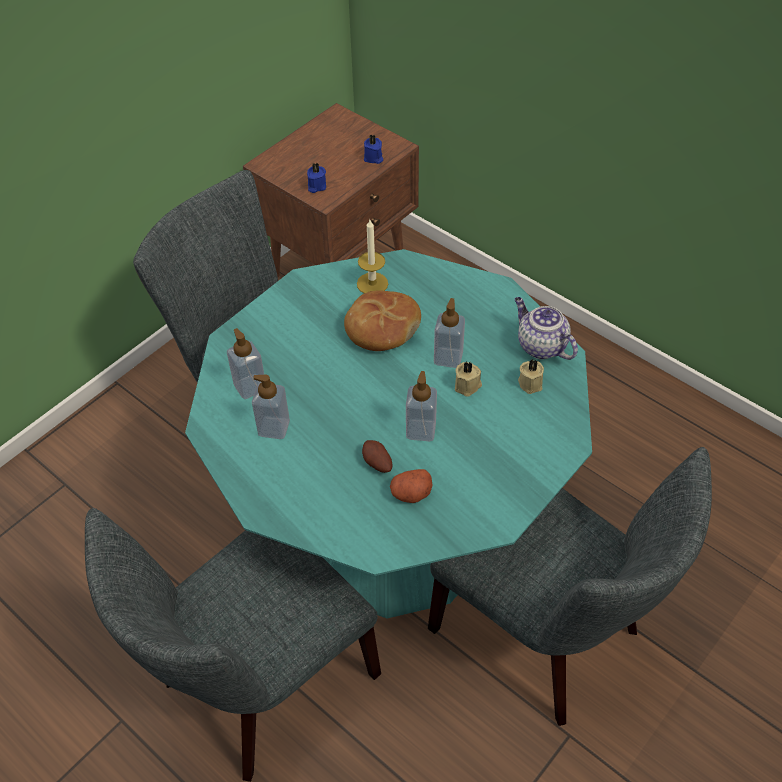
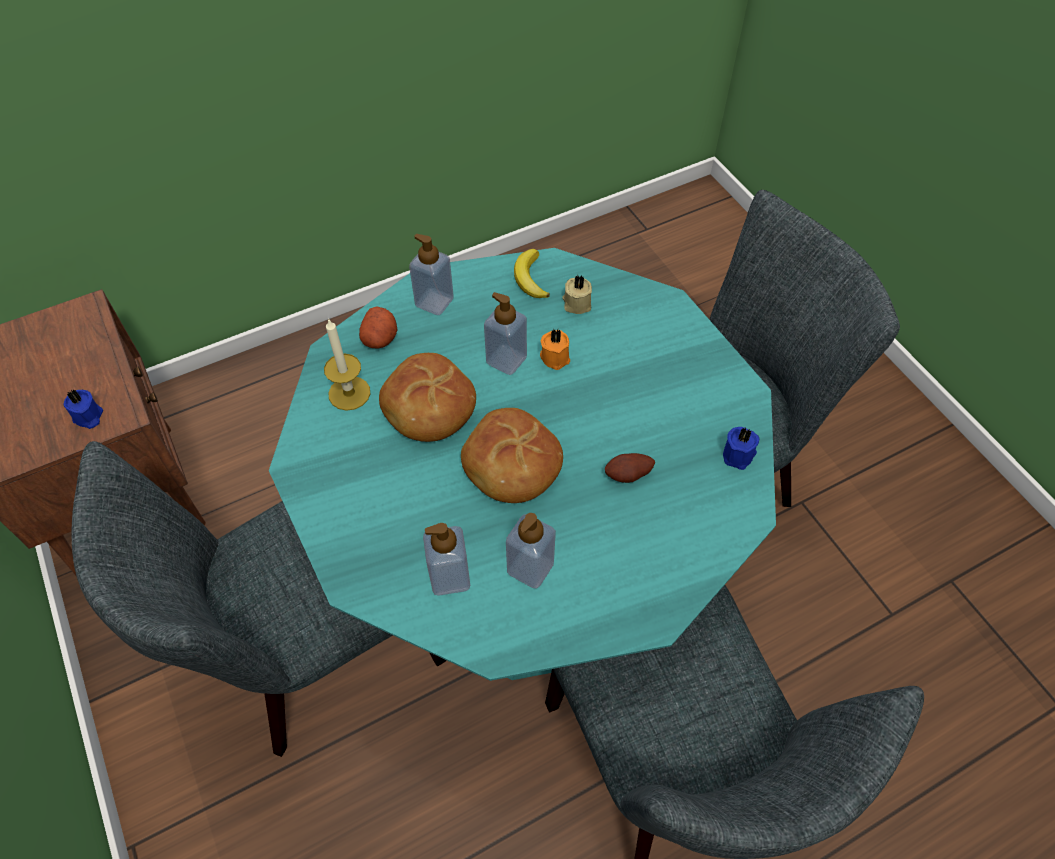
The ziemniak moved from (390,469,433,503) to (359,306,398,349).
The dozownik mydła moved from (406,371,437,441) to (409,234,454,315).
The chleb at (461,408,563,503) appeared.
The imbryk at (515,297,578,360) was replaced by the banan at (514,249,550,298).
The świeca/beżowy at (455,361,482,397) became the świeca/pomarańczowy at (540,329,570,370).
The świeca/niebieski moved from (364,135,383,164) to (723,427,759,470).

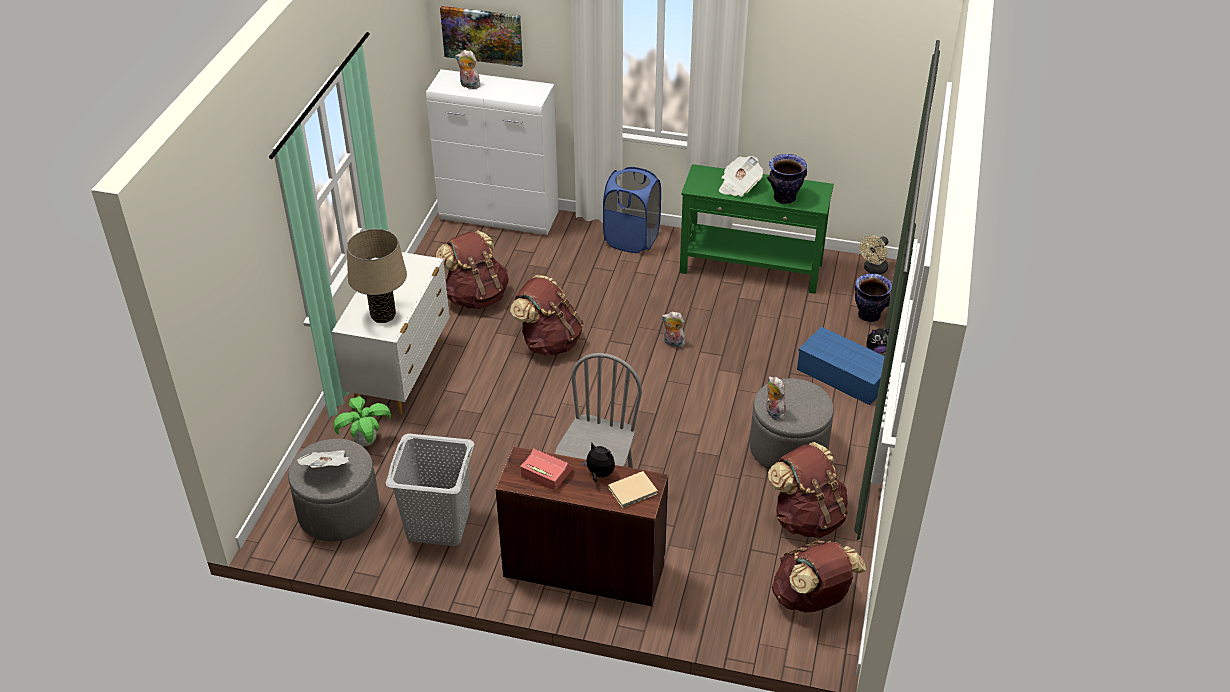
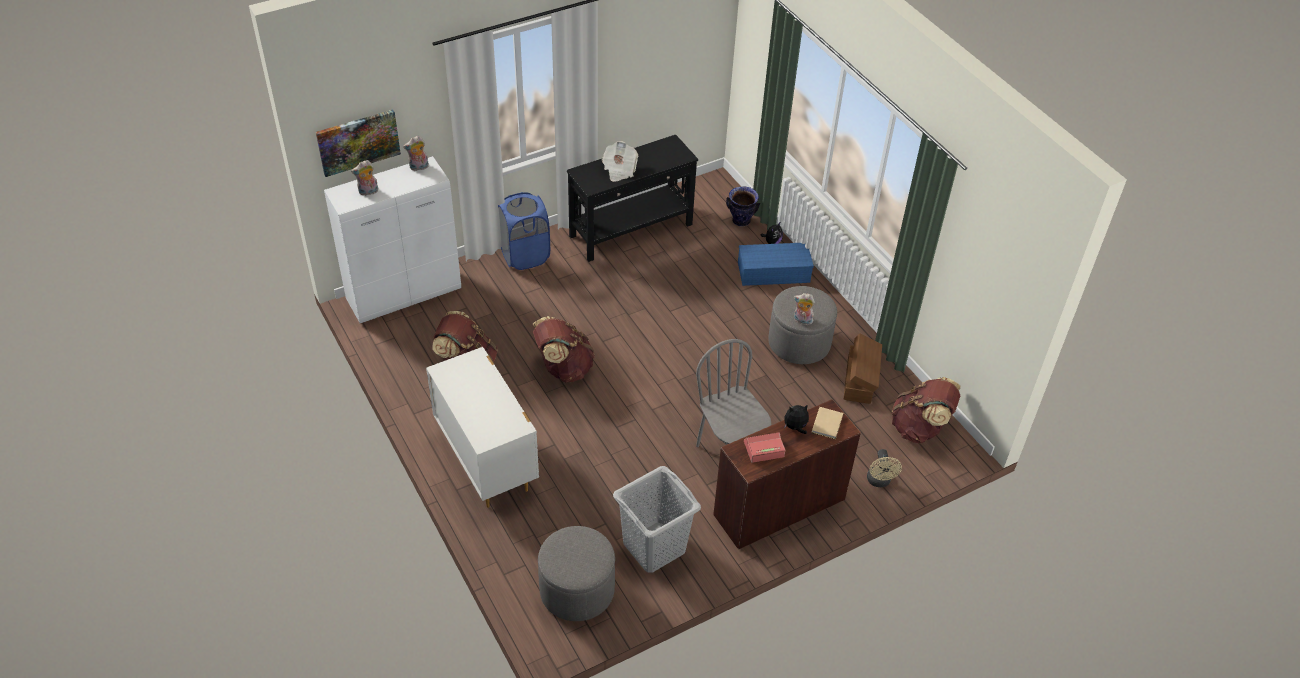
The pluszak moved from (661,312,685,348) to (403,136,429,171).
The stolik konsolowy/zielony at (680,164,834,294) became the stolik konsolowy/czarny at (567,135,698,262).
The plecak/brązowy at (768,442,848,538) was replaced by the pojemnik do przechowywania/brązowy at (843,333,882,404).
The wentylator/beżowy moved from (860,235,888,275) to (867,449,902,487).
The gazeta at (298,450,350,468) disappeared.
The roślina doniczkowa at (333,396,391,446) disappeared.
The lampa stołowa/beżowy at (347,229,407,323) disappeared.
The wazon at (767,154,807,204) disappeared.

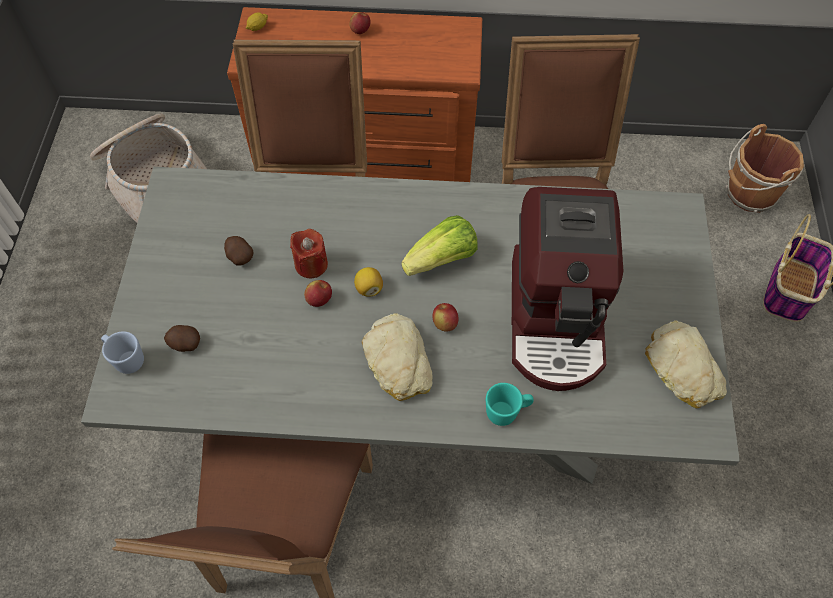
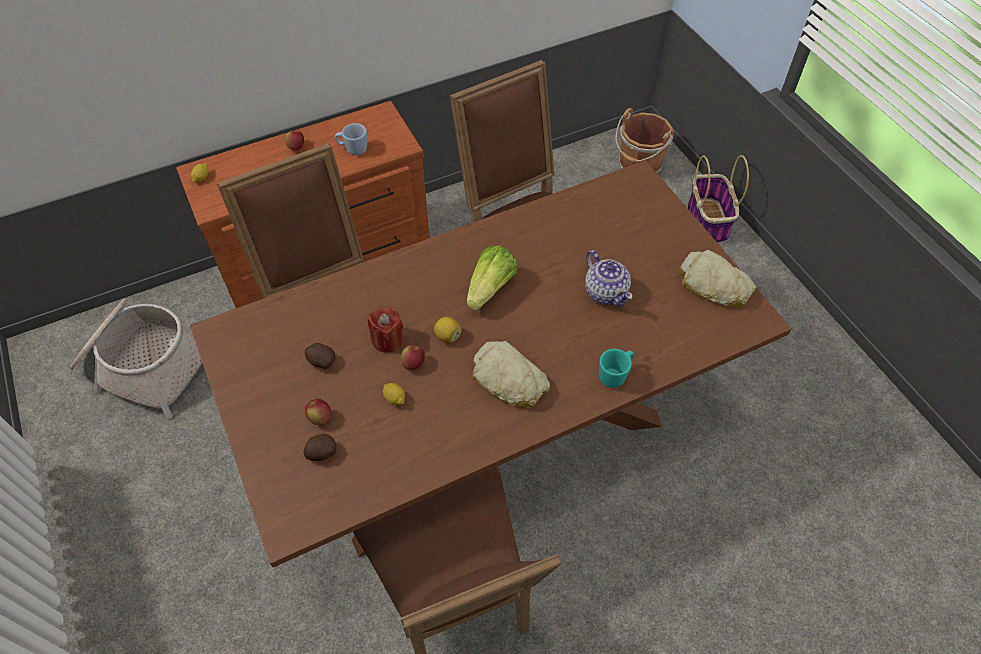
The stół jadalny/szary at (81,167,740,484) became the stół jadalny/brązowy at (190,160,792,568).
The jabłko moved from (433,303,458,332) to (305,399,332,425).
The kubek/niebieski moved from (101,331,144,374) to (335,123,367,155).
The cytryna at (383,383,405,405) appeared.
The ekspres do kawy at (512,187,623,391) was replaced by the imbryk at (585,250,633,307).

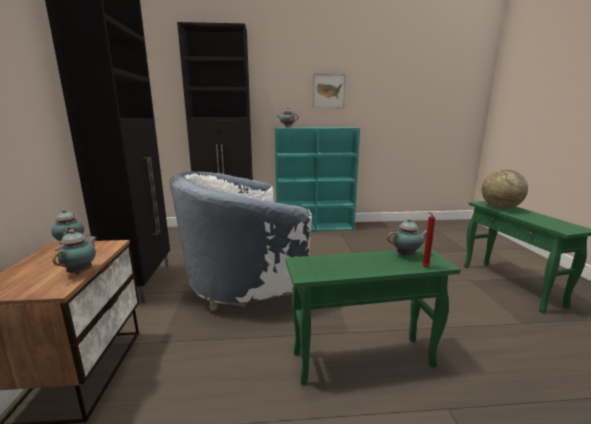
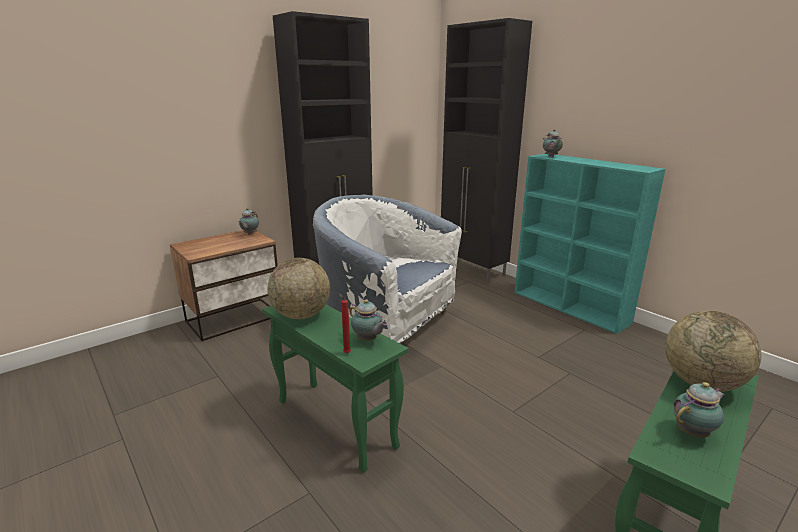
The globus at (267,258,330,319) appeared.
The imbryk moved from (53,230,97,274) to (673,382,725,438).
The obraz at (313,74,346,108) disappeared.

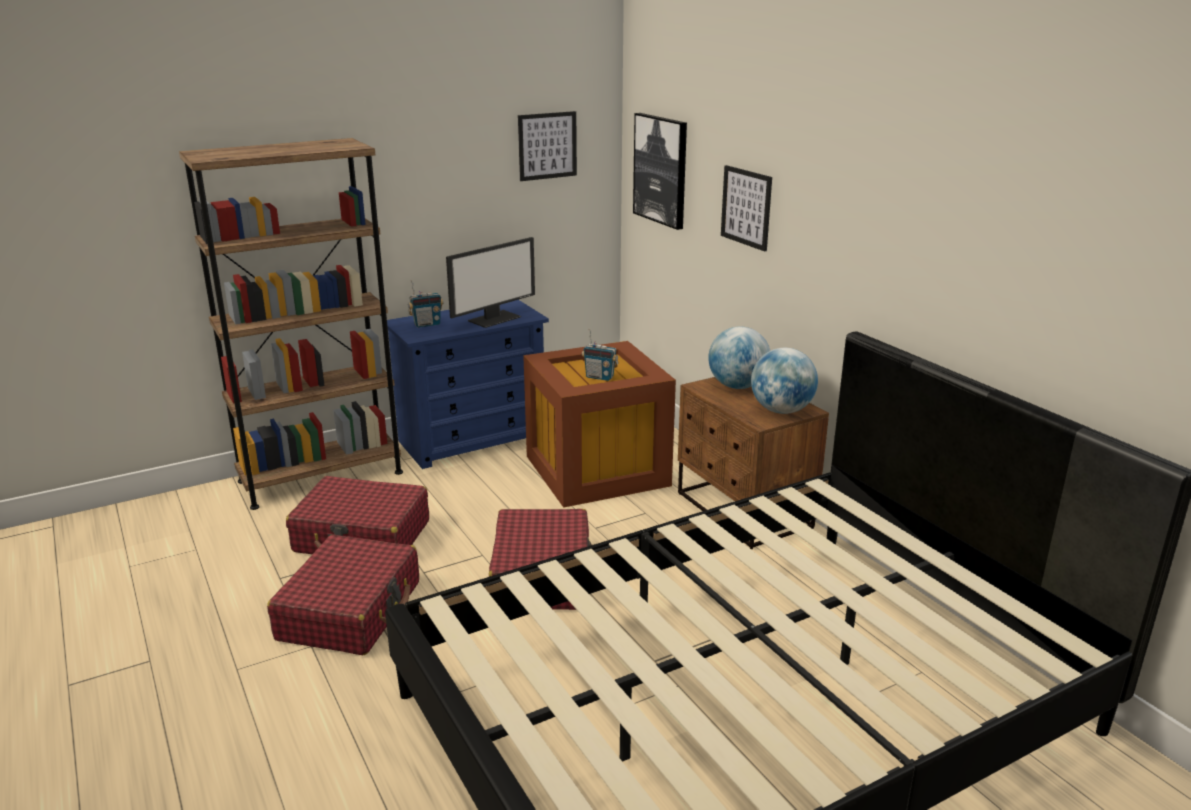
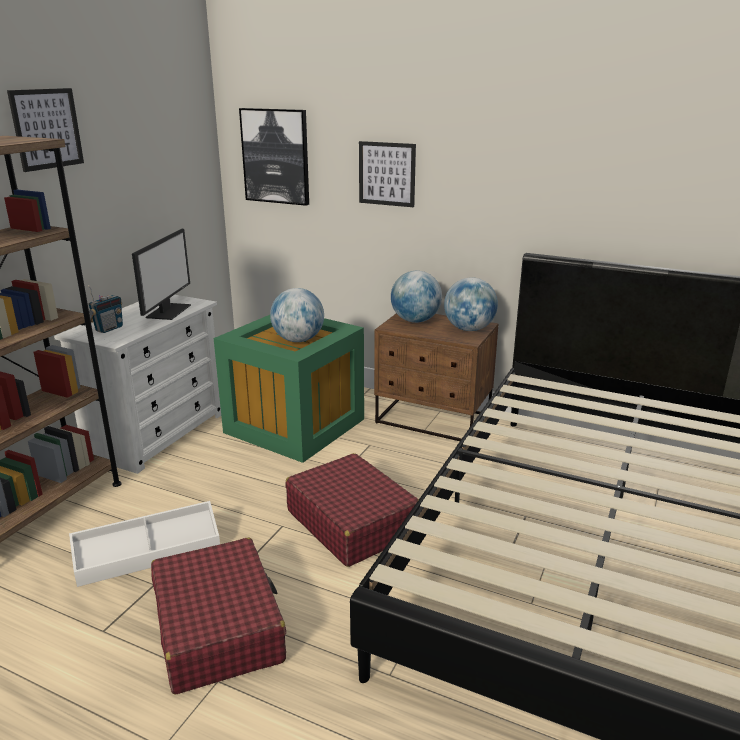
The obraz moved from (518,111,577,181) to (7,88,84,172).
The komoda/niebieski at (387,300,549,469) became the komoda/biały at (54,295,221,474).
The walizka/czerwony at (286,476,429,554) was replaced by the pojemnik do przechowywania/biały at (69,501,220,587).
The pojemnik do przechowywania/brązowy at (523,341,676,508) became the pojemnik do przechowywania/zielony at (214,315,364,463).
The radio at (582,328,619,381) was replaced by the globus at (270,288,324,342).

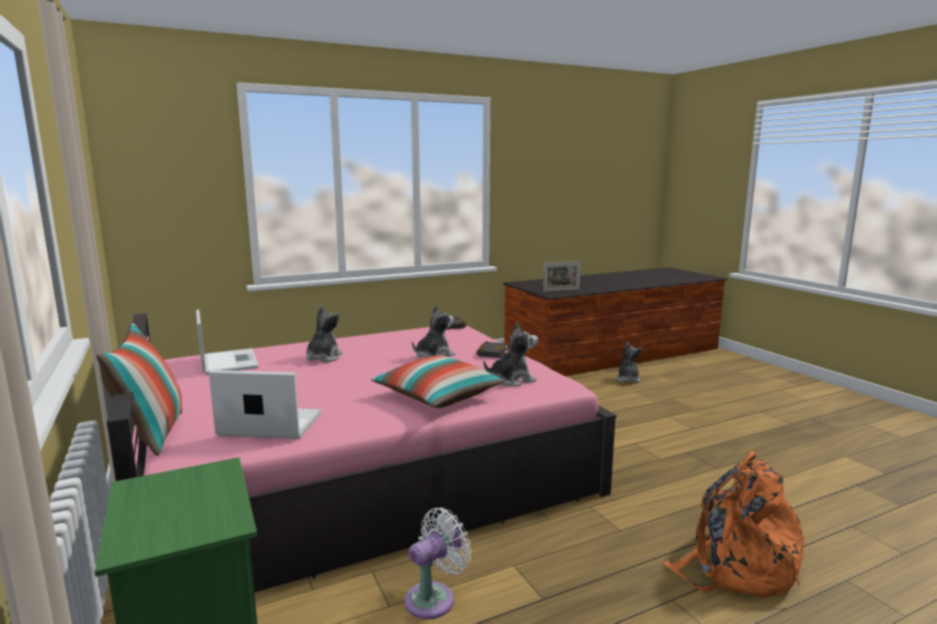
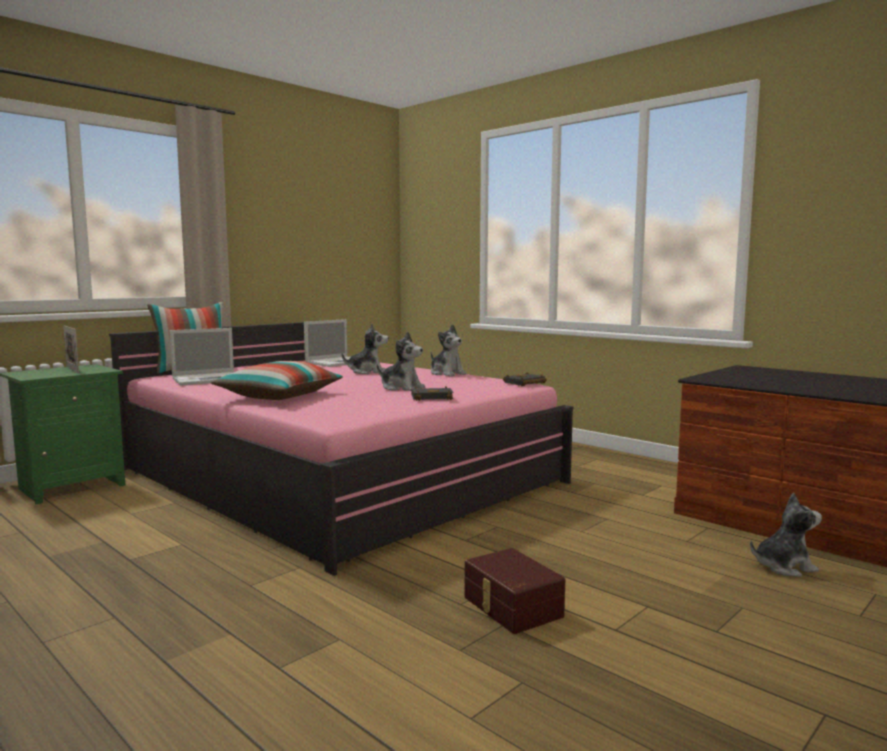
The ramka na zdjęcie moved from (543,261,581,292) to (63,325,79,373).
The laptop at (209,370,321,439) turned 75 degrees clockwise.
The pluszak moved from (483,322,538,386) to (431,324,467,376).
The pojemnik do przechowywania/brązowy at (464,548,565,634) appeared.
The wentylator/biały at (405,508,471,619) disappeared.
The plecak/pomarańczowy at (663,451,804,599) disappeared.

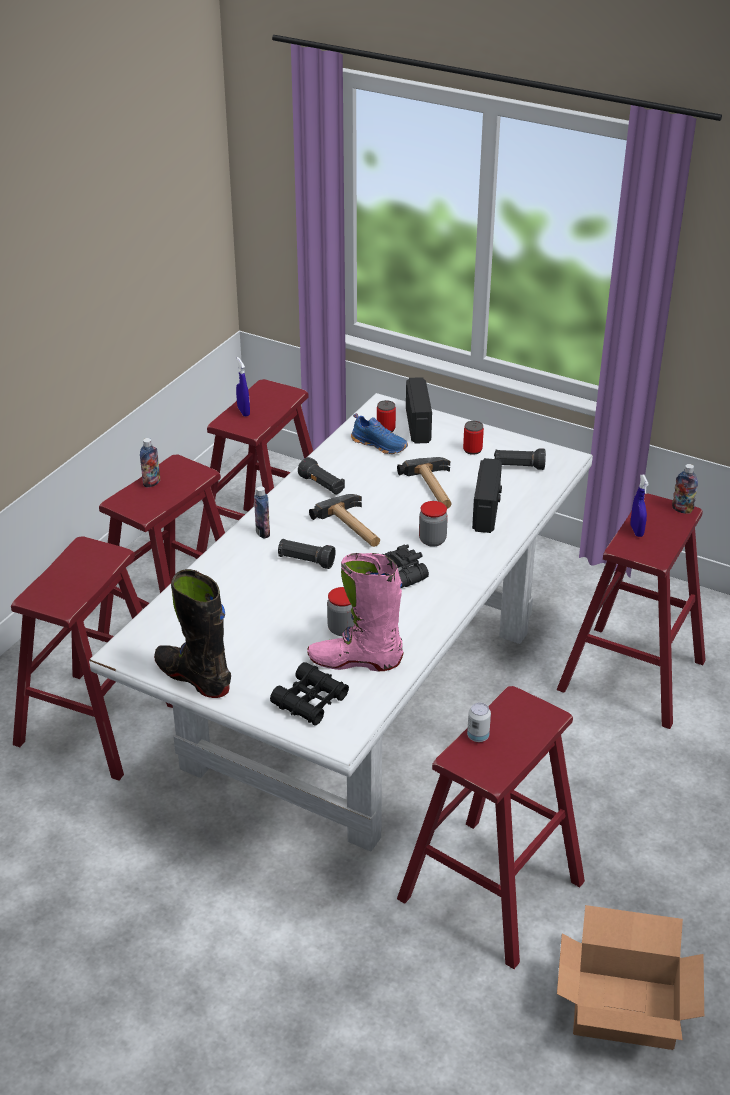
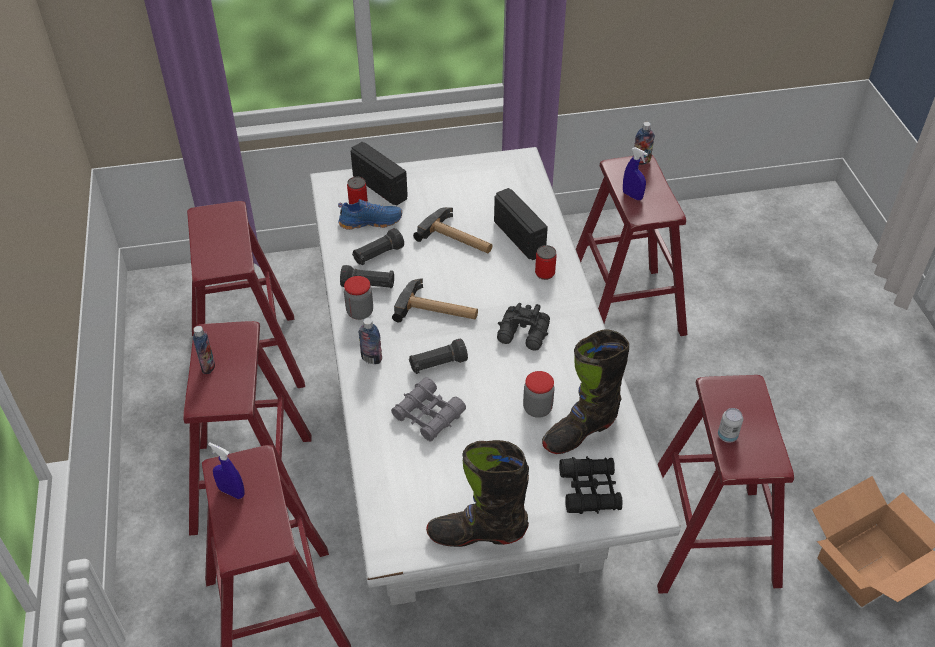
The spryskiwacz/niebieski moved from (236,357,250,417) to (208,442,245,499).
The słoik moved from (419,501,448,547) to (344,276,373,320).
The latarka/czarny moved from (494,448,546,470) to (352,228,404,265).
The lornetka/szary at (391,377,466,441) appeared.
The puszka moved from (463,421,484,455) to (535,245,557,280).
The but z cholewką/różowy at (307,553,404,671) became the but z cholewką/czarny at (542,329,629,454).

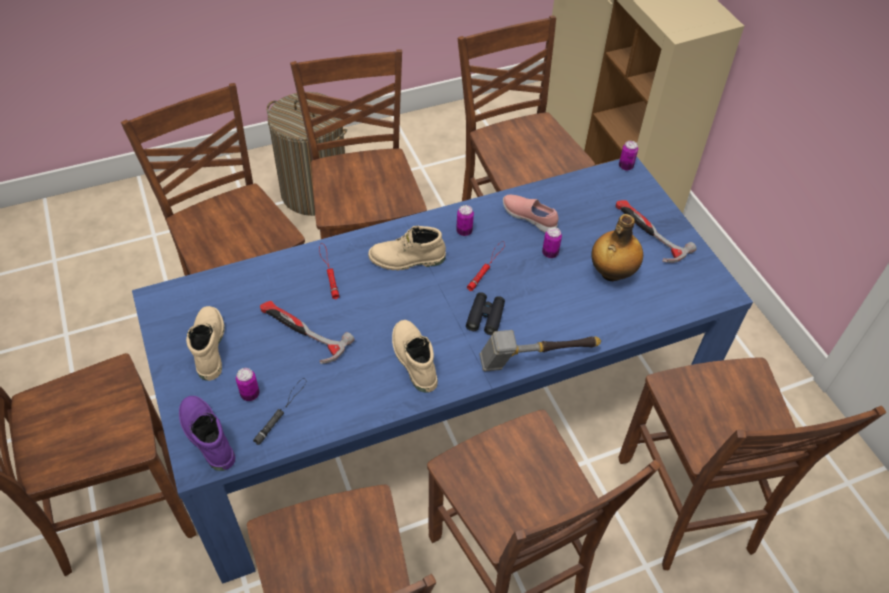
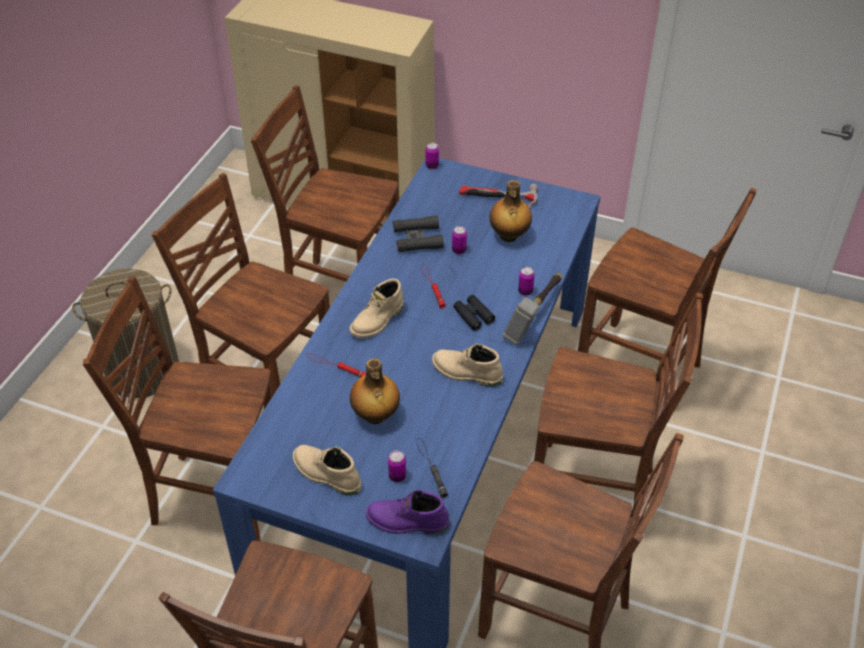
The młotek at (260,301,355,364) was replaced by the butelka at (350,358,400,424).
The but/różowy at (503,195,558,233) was replaced by the lornetka/czarny at (393,216,444,252).
The puszka moved from (456,205,474,236) to (518,267,535,296).

